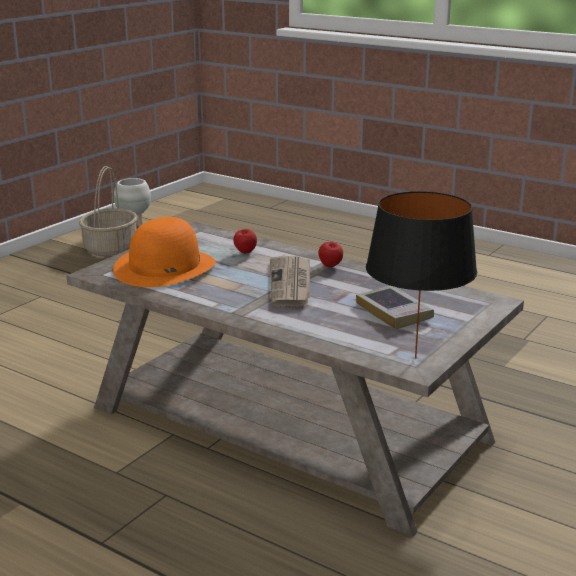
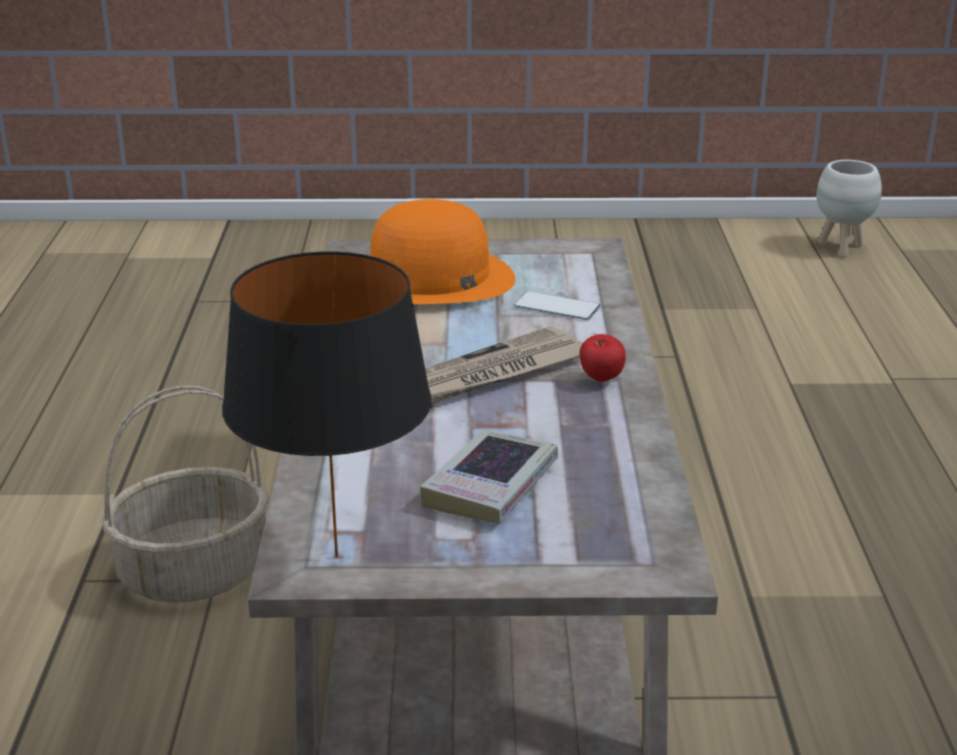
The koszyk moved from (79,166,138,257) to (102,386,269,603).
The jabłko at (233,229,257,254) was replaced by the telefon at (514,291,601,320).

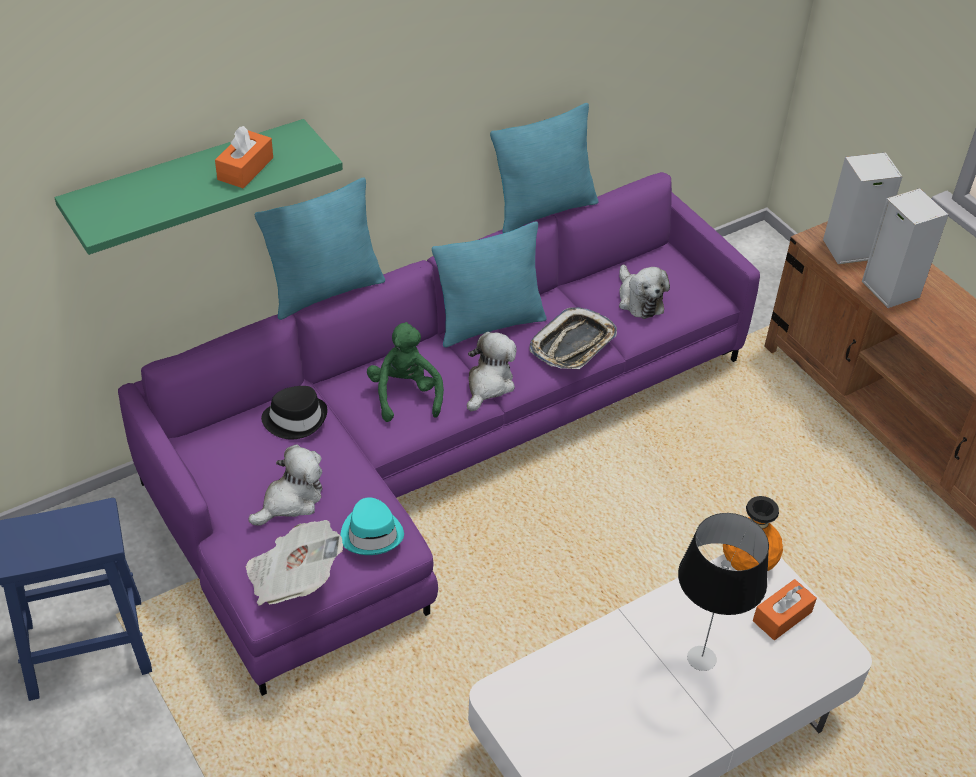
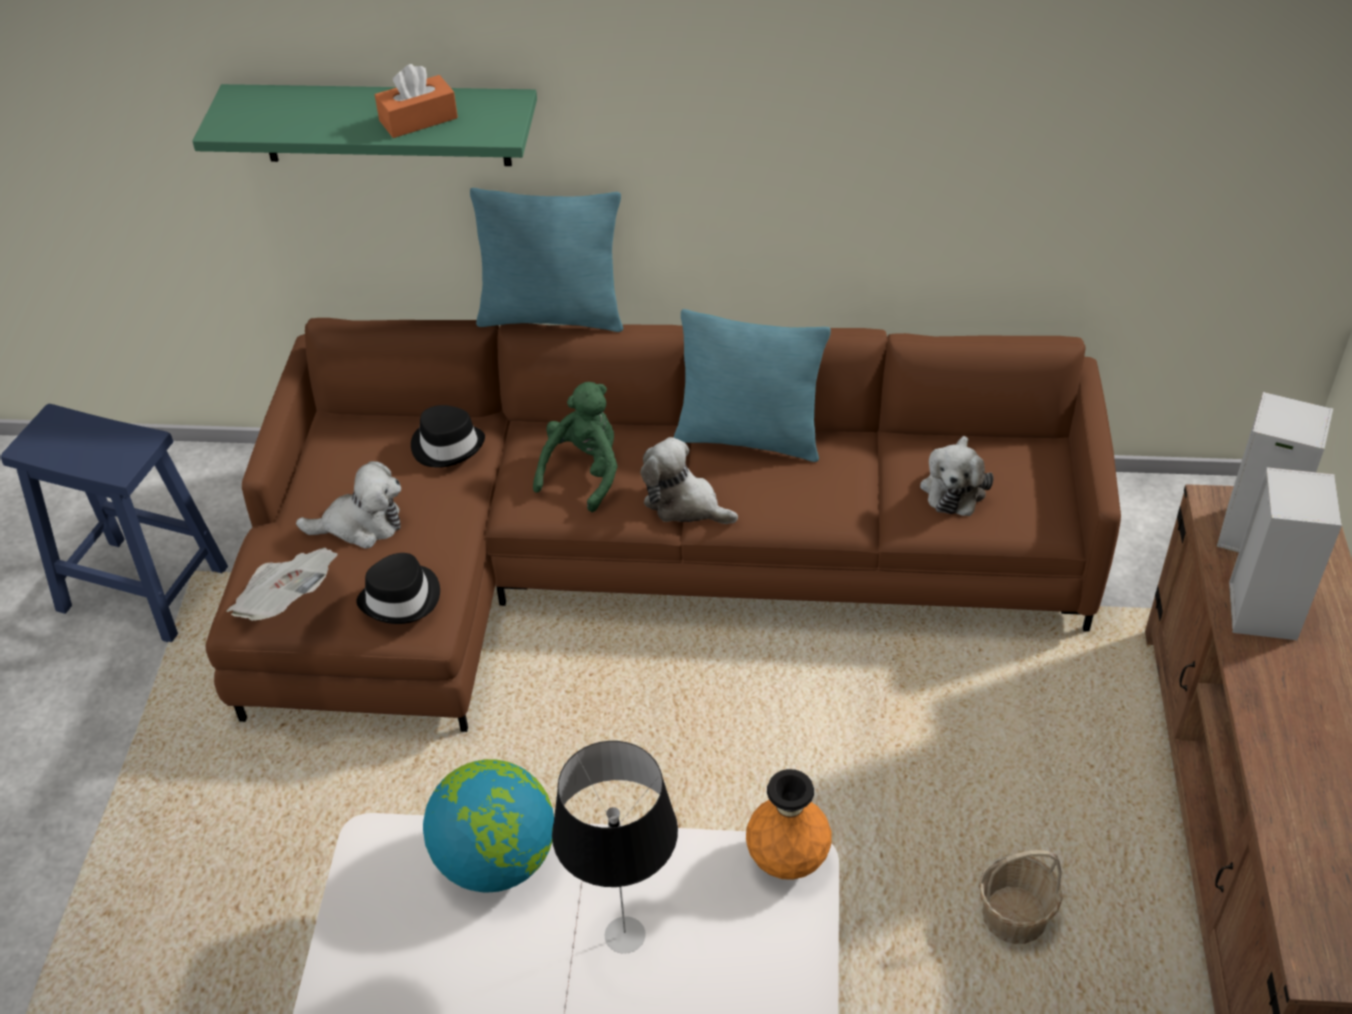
The kanapa/fioletowy at (118,172,760,696) became the kanapa/brązowy at (205,318,1121,732).
The kapelusz/turkusowy at (341,498,404,555) became the kapelusz/czarny at (356,553,440,624).
The globus at (423,759,554,893) appeared.
The pluszak at (467,332,517,411) turned 120 degrees counterclockwise.
The koszyk at (979,850,1063,944) appeared.
The poduszka/turkusowy at (490,103,599,233) disappeared.
The taca at (529,307,617,369) disappeared.
The pudełko chusteczek/pomarańczowy at (753,579,817,640) disappeared.

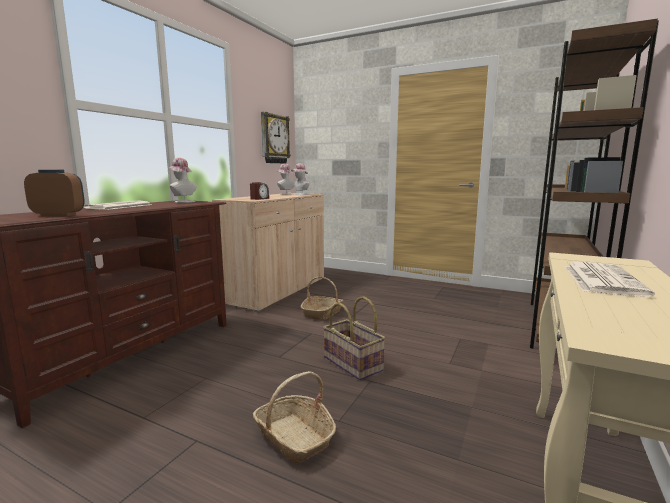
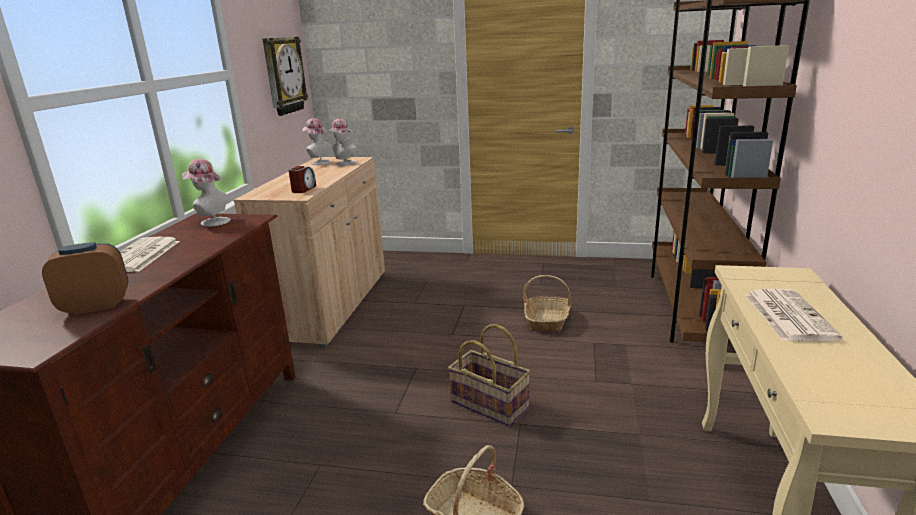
The koszyk moved from (301,277,344,321) to (523,275,571,332).

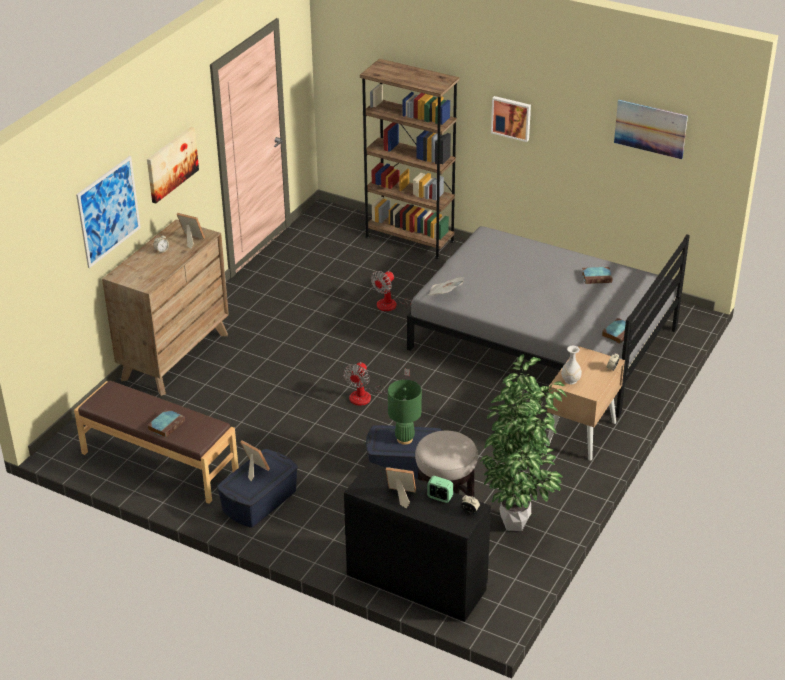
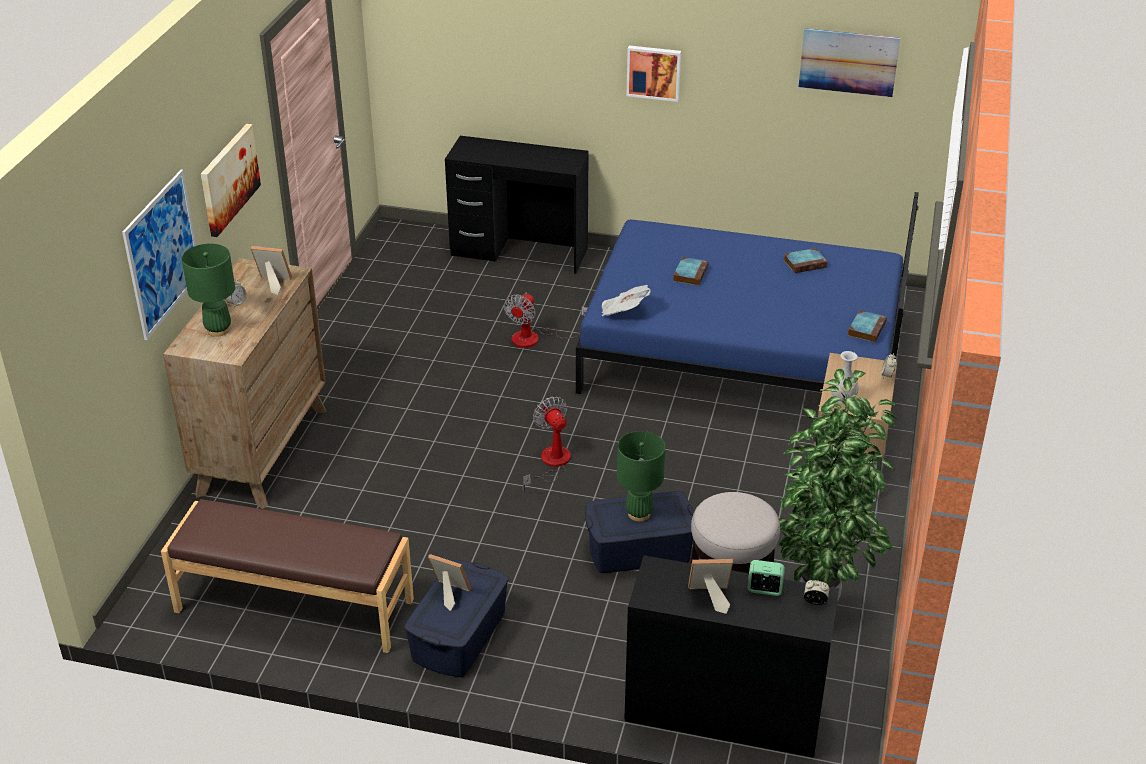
The lampa stołowa/zielony at (182,244,235,337) appeared.
The regał/brązowy at (360,59,459,259) was replaced by the biurko/czarny at (445,136,589,274).
The wentylator at (343,362,410,406) turned 150 degrees clockwise.
The łóżko/szary at (407,226,690,418) became the łóżko/niebieski at (576,192,919,394).
The książka moved from (148,409,185,438) to (673,257,709,286).

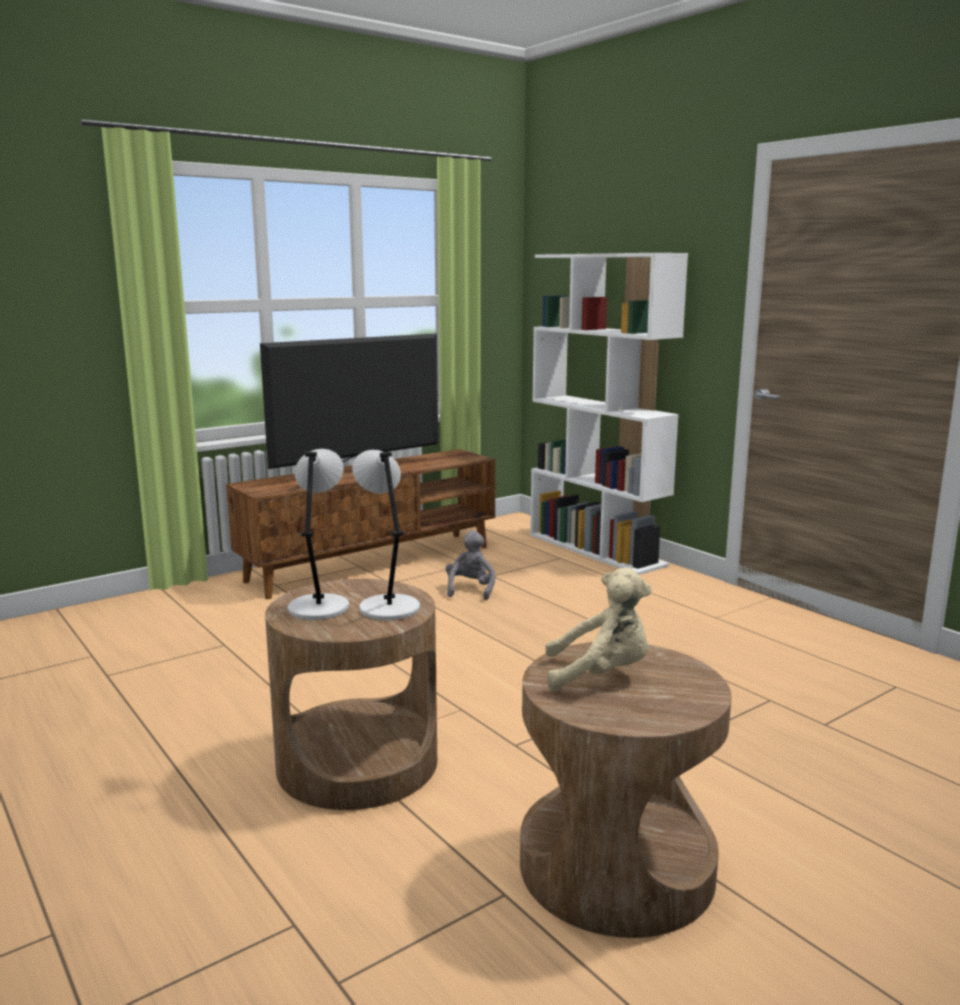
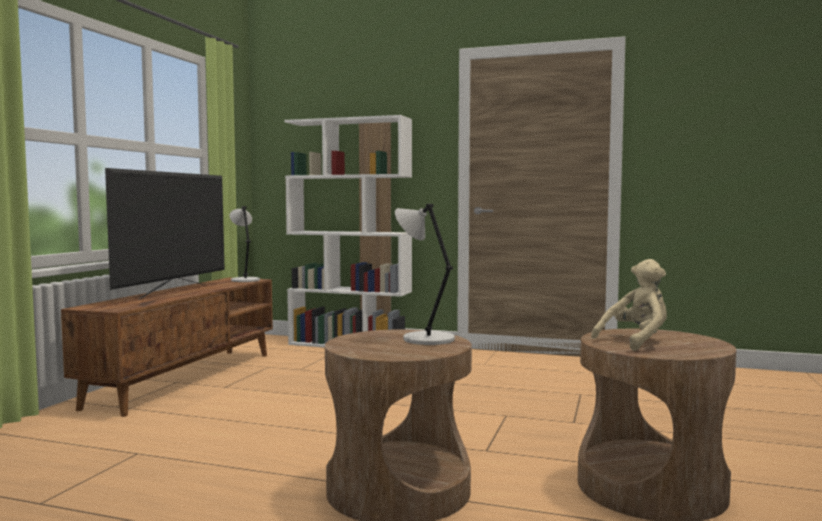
The lampa stołowa/szary moved from (288,449,349,620) to (230,206,260,282).
The pluszak/szary at (446,530,495,600) disappeared.

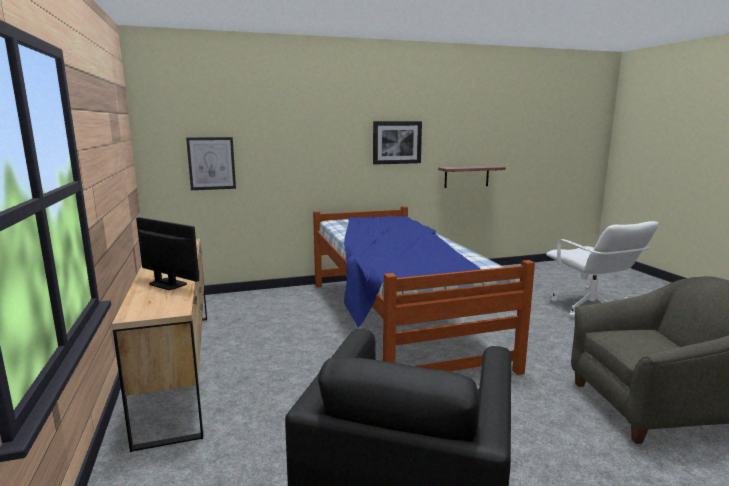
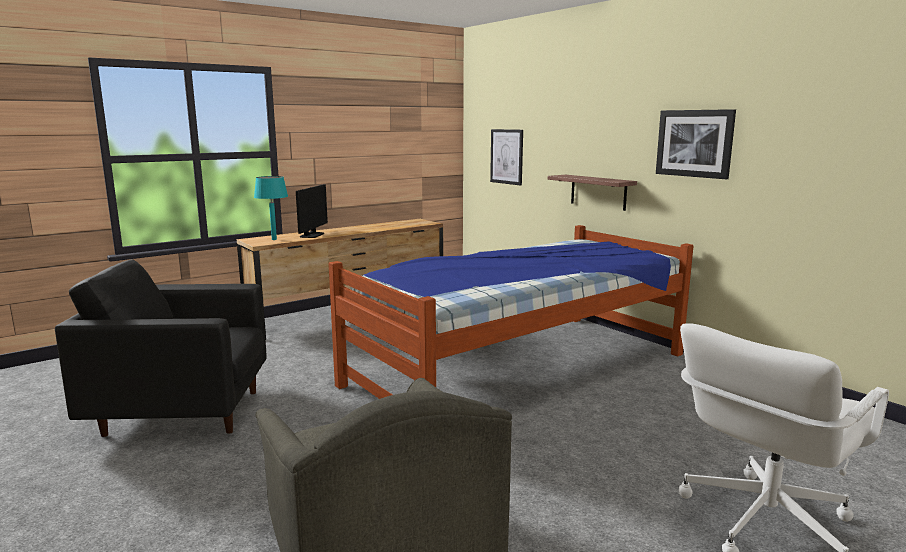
The lampa stołowa/turkusowy at (254,176,288,240) appeared.
The półka moved from (438,166,506,188) to (548,175,637,211).

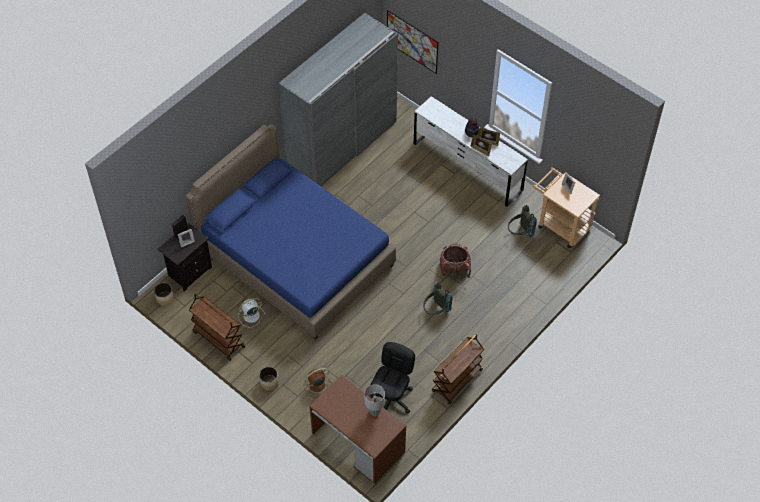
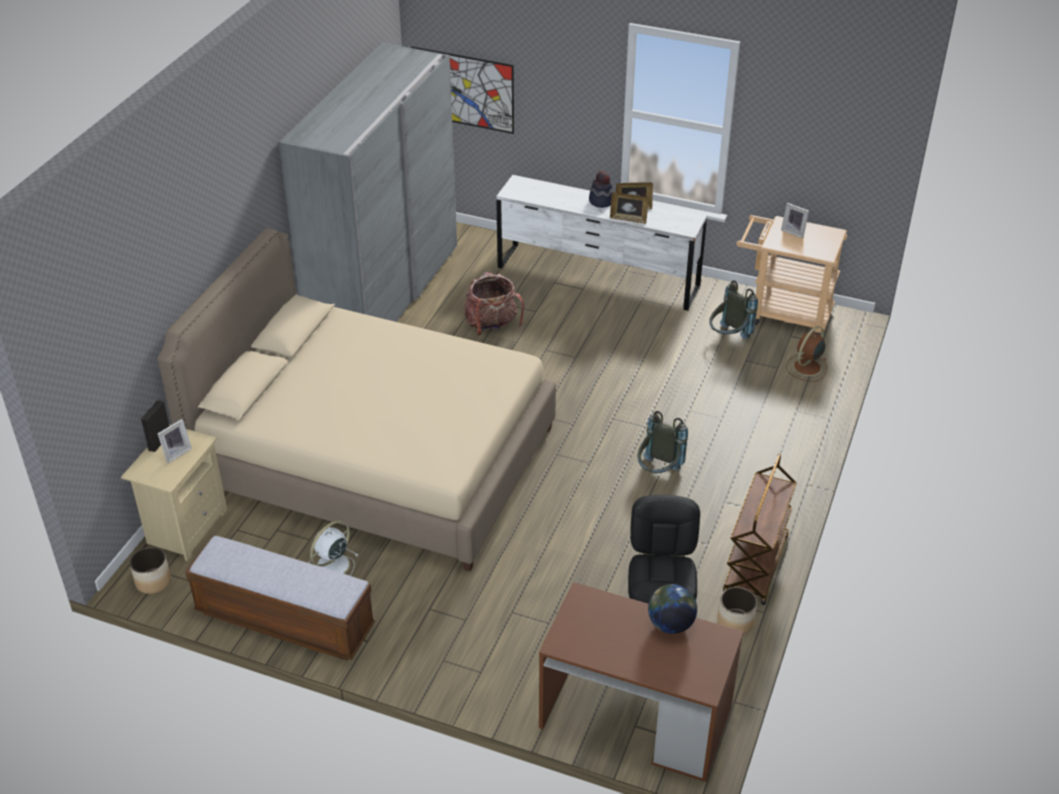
The szafka nocna/czarny at (157,223,212,292) became the szafka nocna/beżowy at (121,424,227,561).
The łóżko/niebieski at (186,124,396,340) became the łóżko/beżowy at (157,228,556,572).
The wózek/brązowy at (189,294,245,361) was replaced by the ławka at (185,536,375,661).
The plecak moved from (440,243,471,278) to (465,272,524,336).
The lampa stołowa/szary at (364,384,385,416) was replaced by the globus at (648,584,697,634).
The donica moved from (259,367,279,390) to (717,587,757,635).
The wentylator/brązowy moved from (304,368,331,398) to (786,326,827,382).

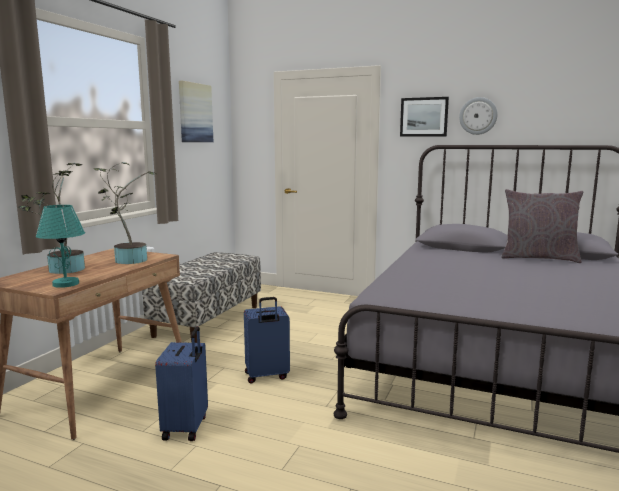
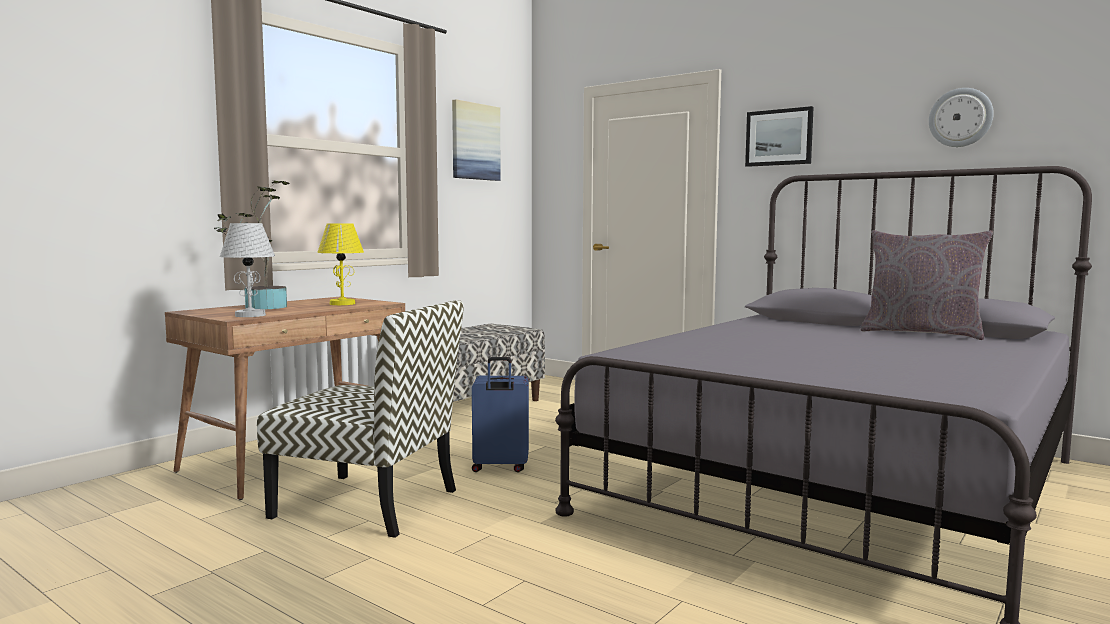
The lampa stołowa/turkusowy at (36,205,85,288) became the lampa stołowa/biały at (220,223,275,317).
The walizka/niebieski at (155,326,208,441) was replaced by the krzesło at (257,300,464,538).
The roślina doniczkowa at (93,162,156,264) was replaced by the lampa stołowa/żółty at (317,223,364,305).
The zegar ścienny moved from (459,97,498,135) to (929,88,994,147).

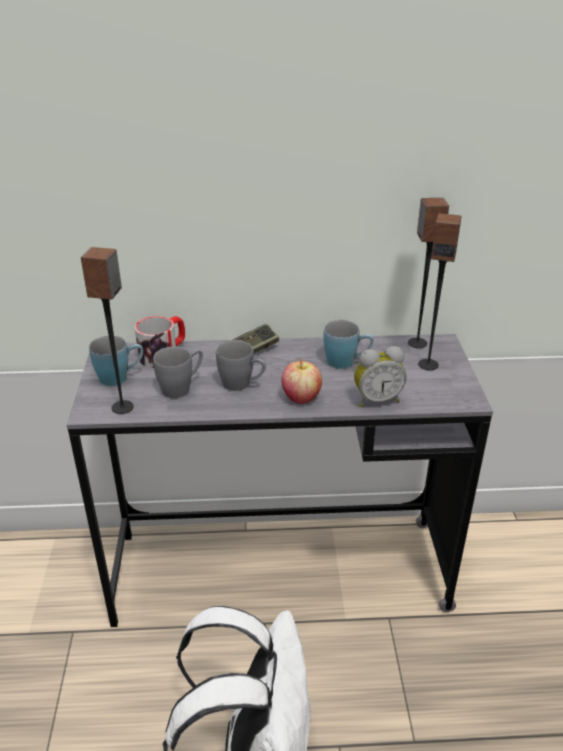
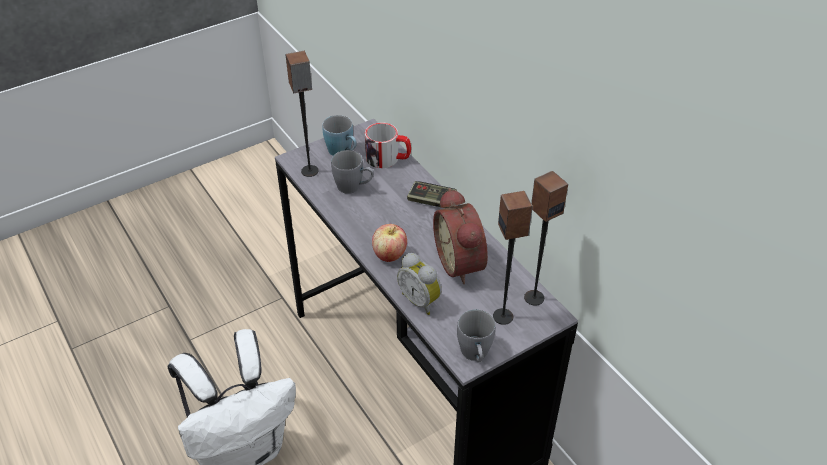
The kubek/niebieski at (324,320,374,369) was replaced by the budzik at (433,188,488,284).
The kubek/szary moved from (216,340,266,391) to (457,309,496,362).

